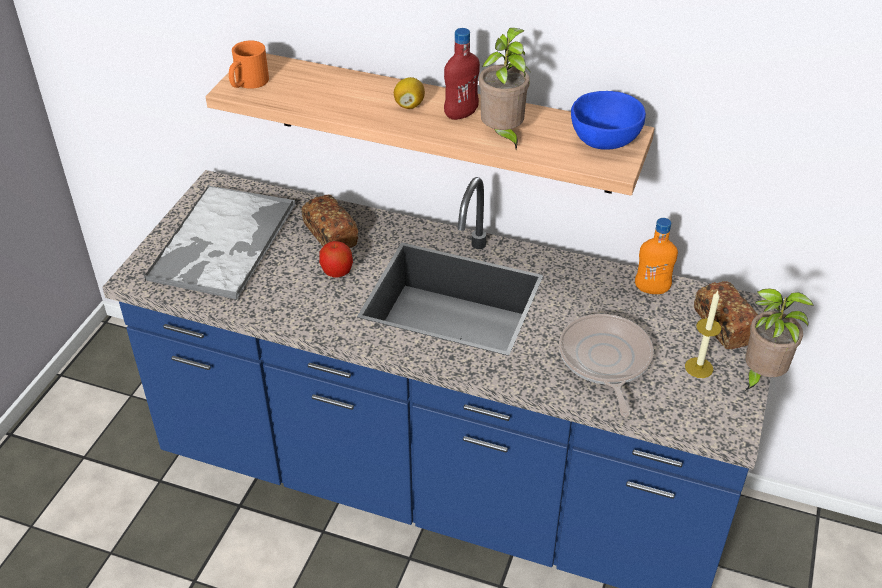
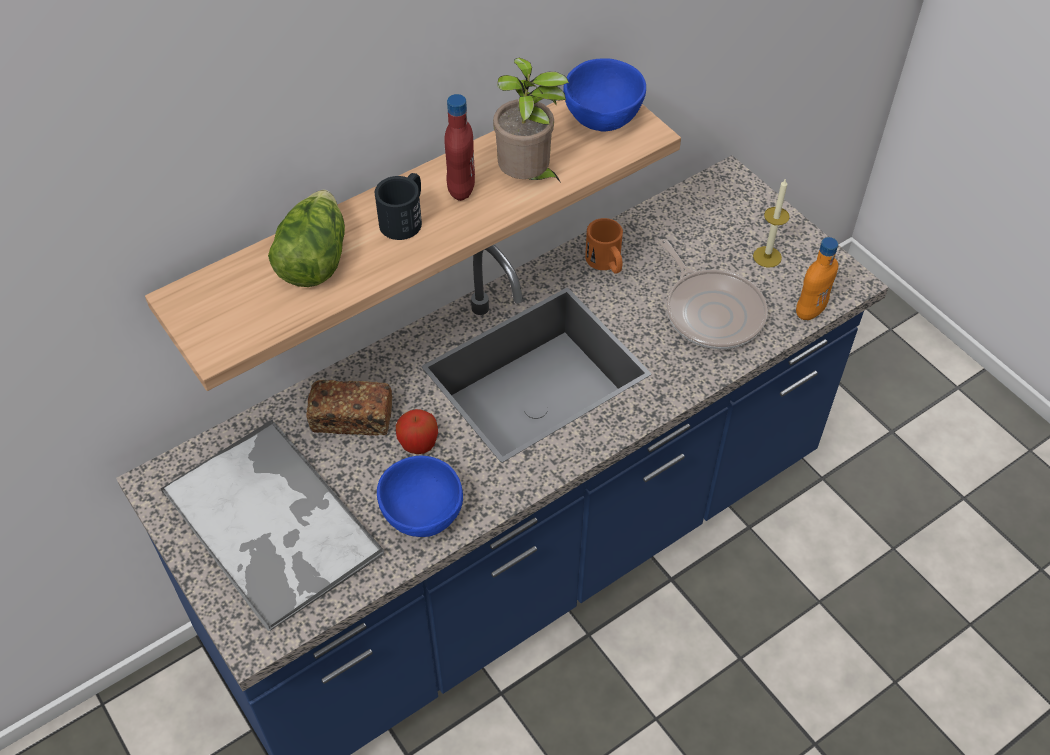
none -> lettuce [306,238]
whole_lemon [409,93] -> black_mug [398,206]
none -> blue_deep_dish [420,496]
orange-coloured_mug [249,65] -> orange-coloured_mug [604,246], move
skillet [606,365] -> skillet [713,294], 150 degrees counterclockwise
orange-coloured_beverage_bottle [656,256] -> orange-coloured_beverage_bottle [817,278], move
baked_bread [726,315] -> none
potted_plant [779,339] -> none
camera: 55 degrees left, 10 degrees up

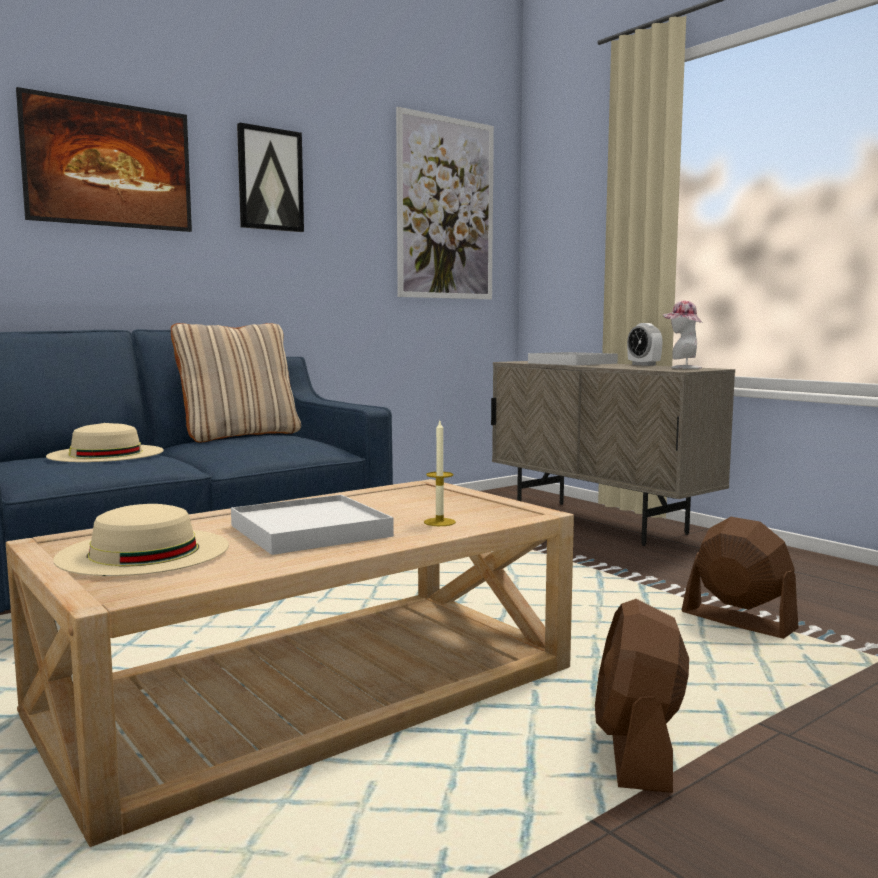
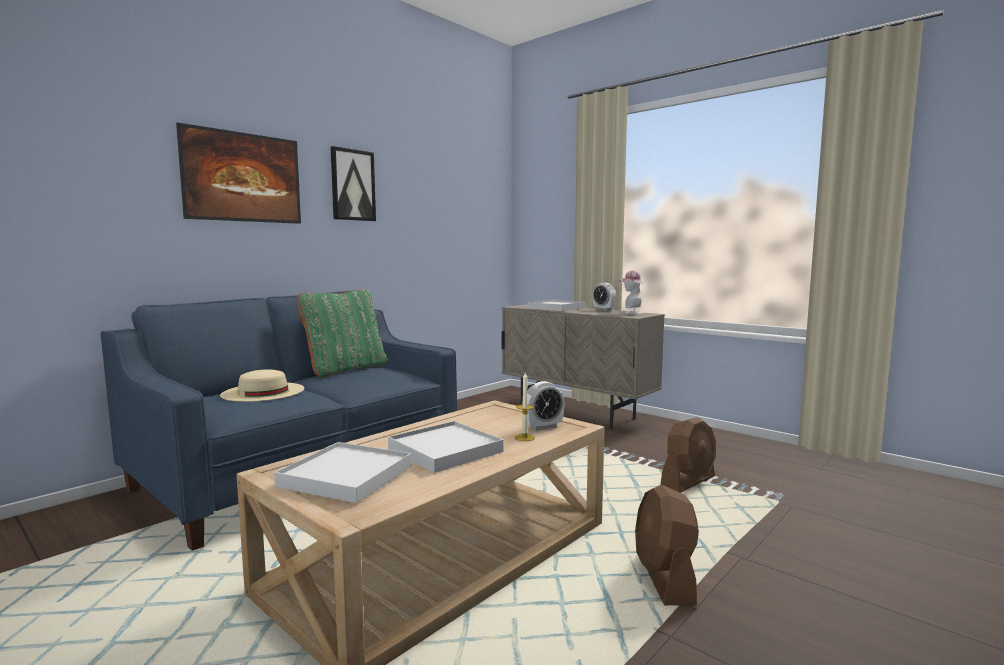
sand-coloured_clothing_hat [141,540] -> whitish_carrying_tray [343,472]
sand-coloured_cushion [236,383] -> green-coloured_cushion [342,333]
none -> table_clock [543,405]
brownish_cooling_fan [740,578] -> brownish_cooling_fan [688,455], 105 degrees clockwise
picture [445,203] -> none
camera: 10 degrees left, 0 degrees up

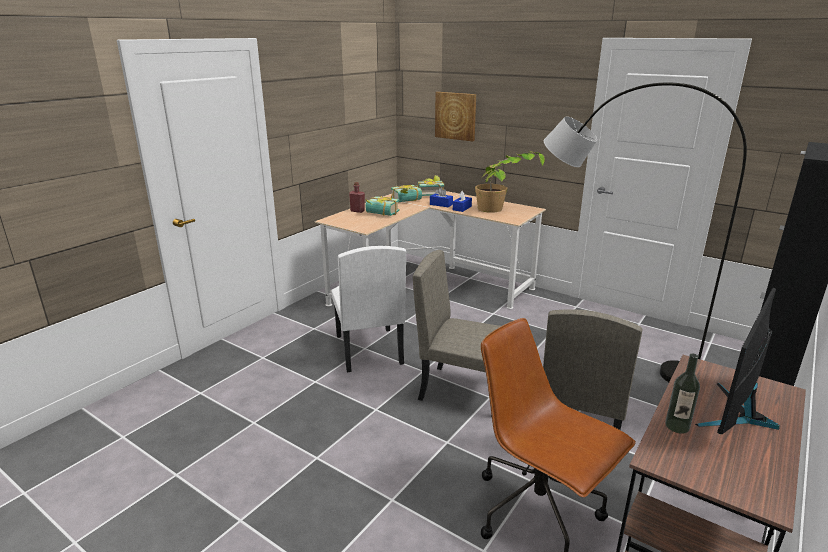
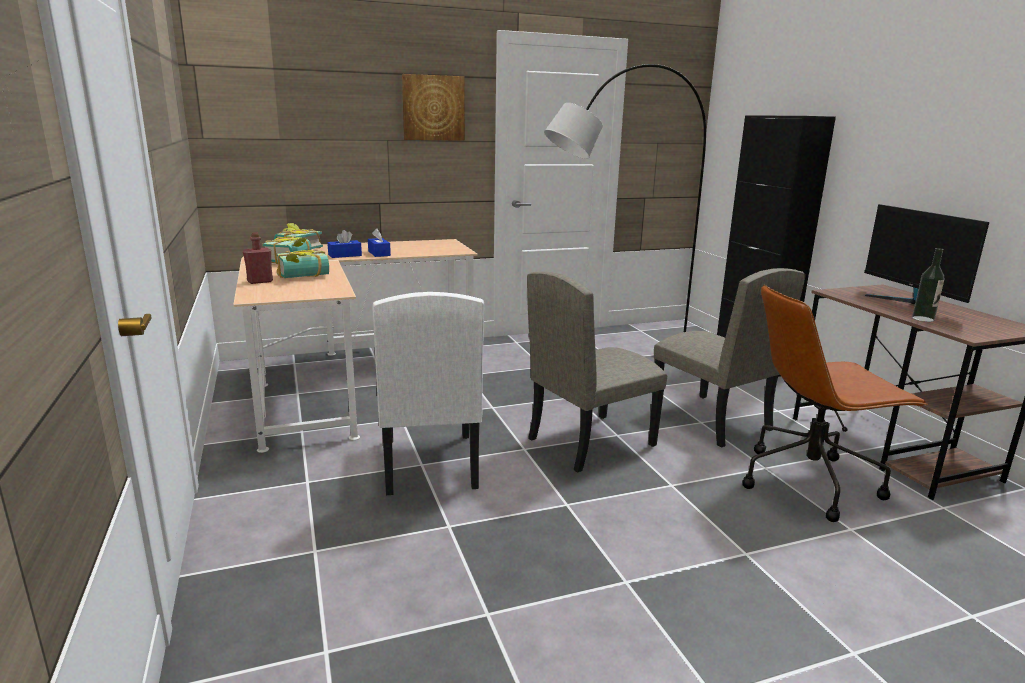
whitish_upright_chair [368,309] -> whitish_upright_chair [428,393], 60 degrees clockwise
picture [455,116] -> picture [433,107], move
potted_plant [510,182] -> none
camera: 55 degrees left, 5 degrees down

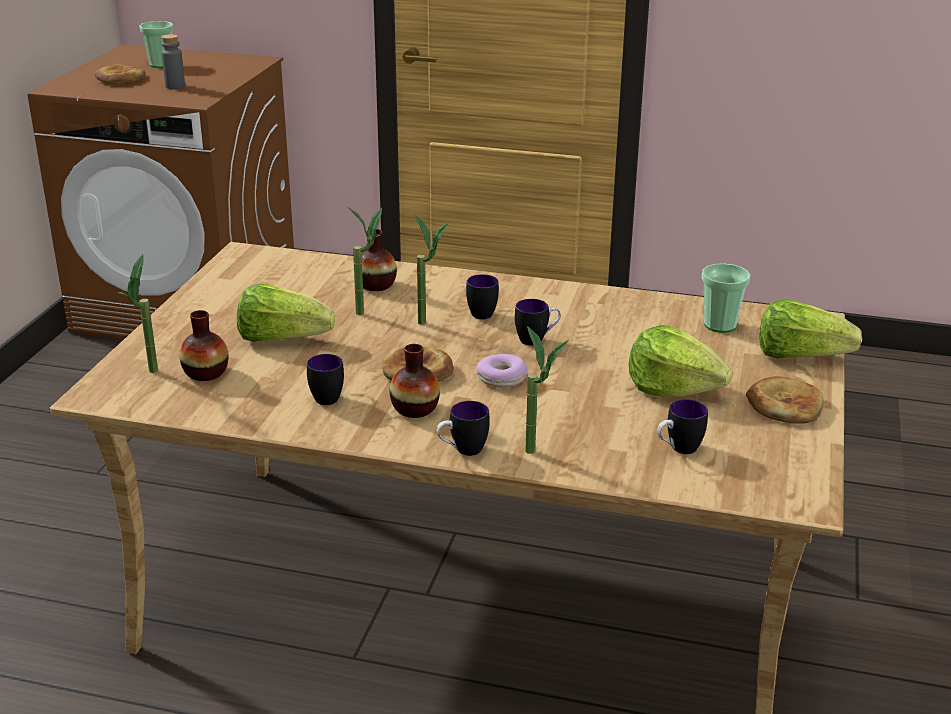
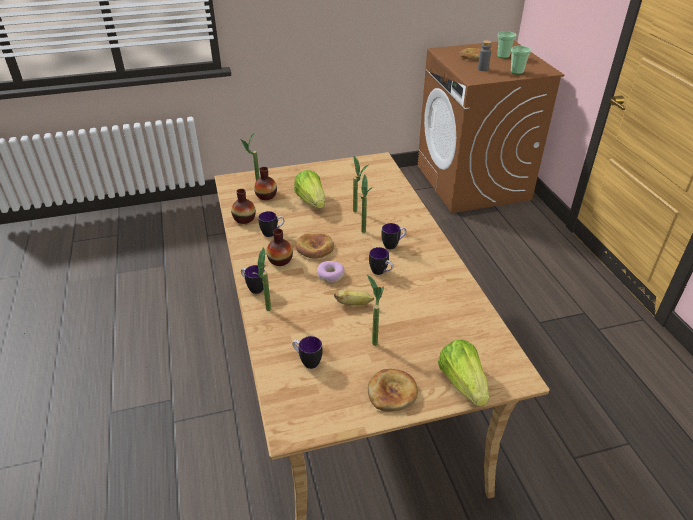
decorative_vase [379,260] -> decorative_vase [243,206], move
none -> banana_fruit [354,297]
lettuce [680,361] -> potted_plant [375,310]
cup [726,298] -> cup [521,60], move
camera: 60 degrees right, 10 degrees up

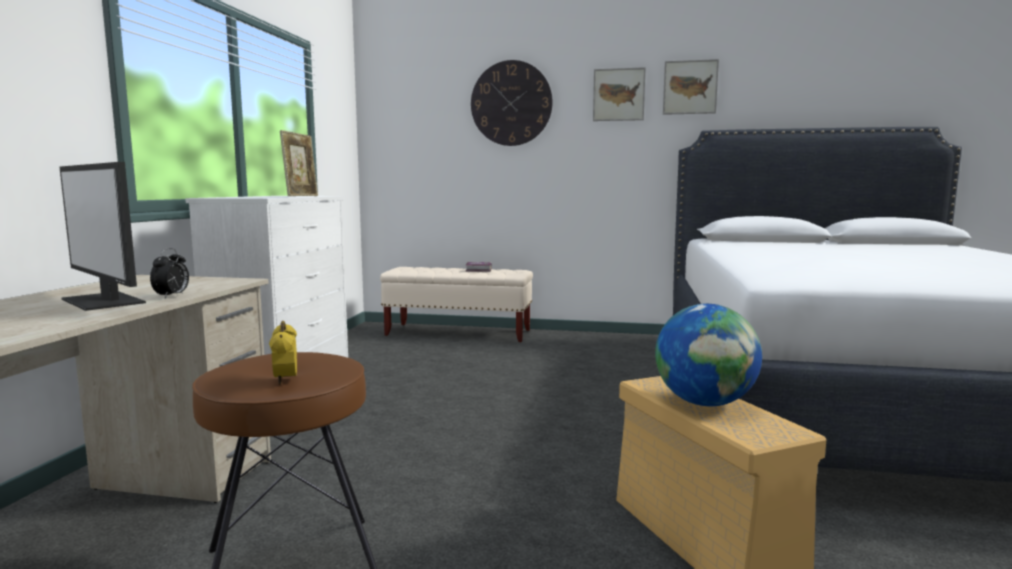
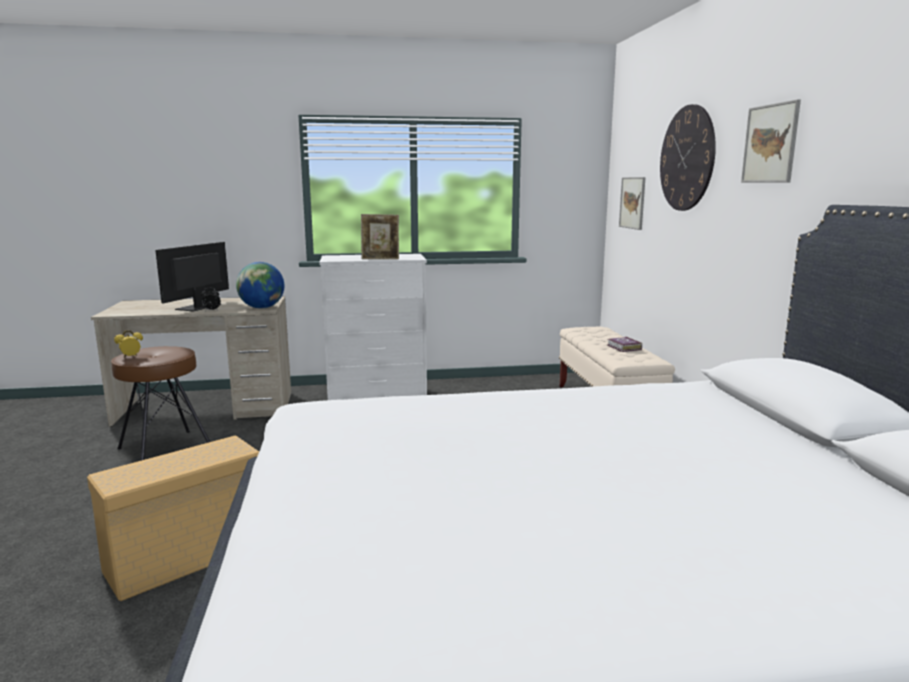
globe [708,355] -> globe [260,285], move
picture [691,87] -> picture [632,203], move
camera: 70 degrees right, 5 degrees up

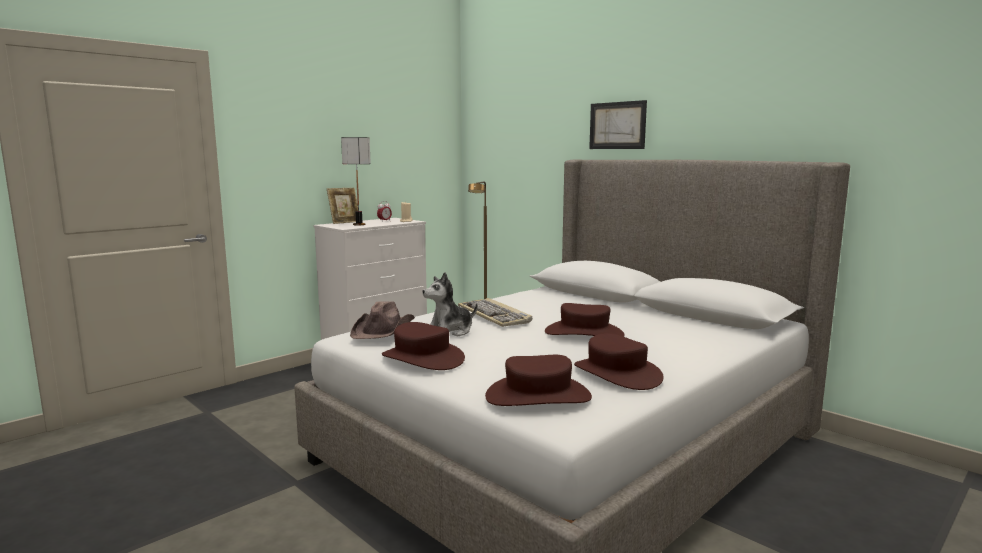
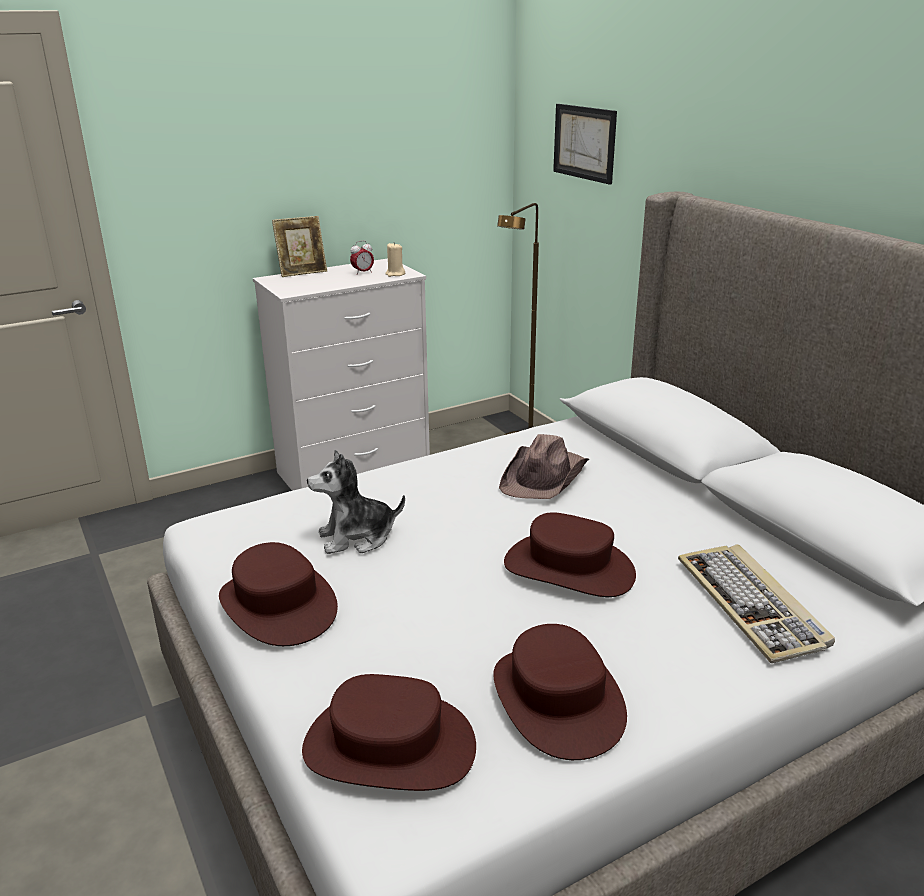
brownish_clothing_hat [382,320] -> brownish_clothing_hat [544,466], move
picture [618,124] -> picture [585,144], move
computer_keyboard [495,312] -> computer_keyboard [756,603], move
table_lamp [356,181] -> none
camera: 15 degrees right, 15 degrees up

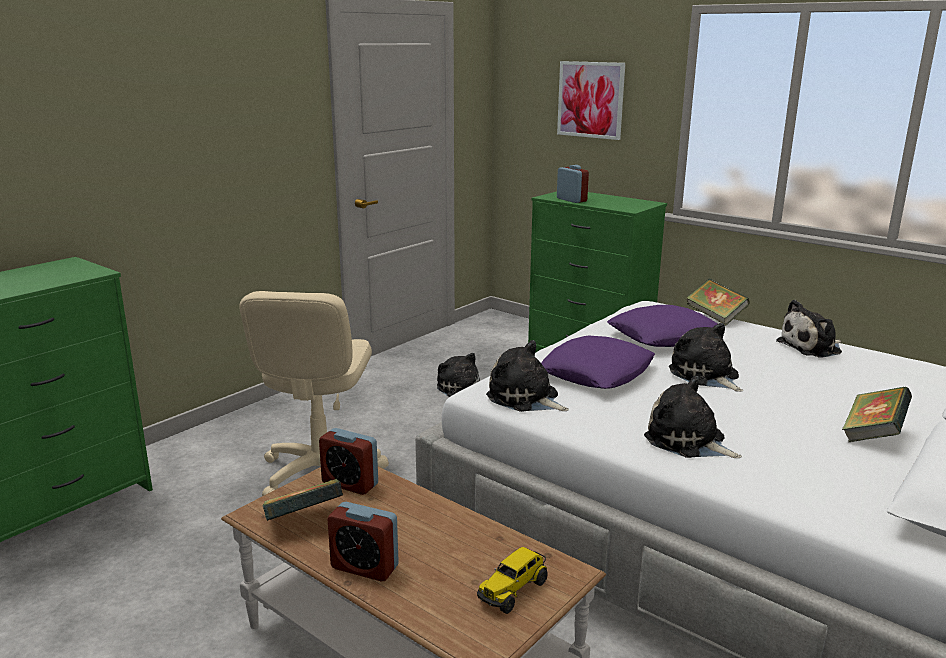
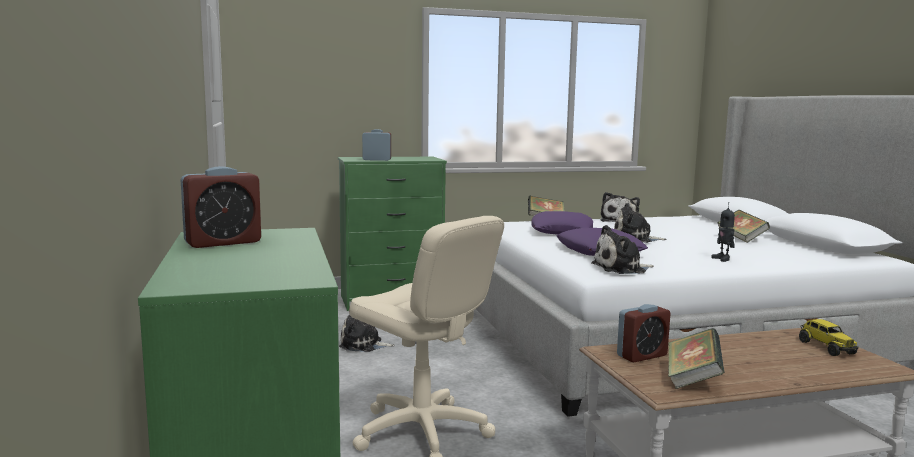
table_clock [363,542] -> table_clock [221,207], move
soft_toy [693,417] -> toy_robot [723,232]
picture [591,100] -> none
camera: 55 degrees left, 10 degrees down

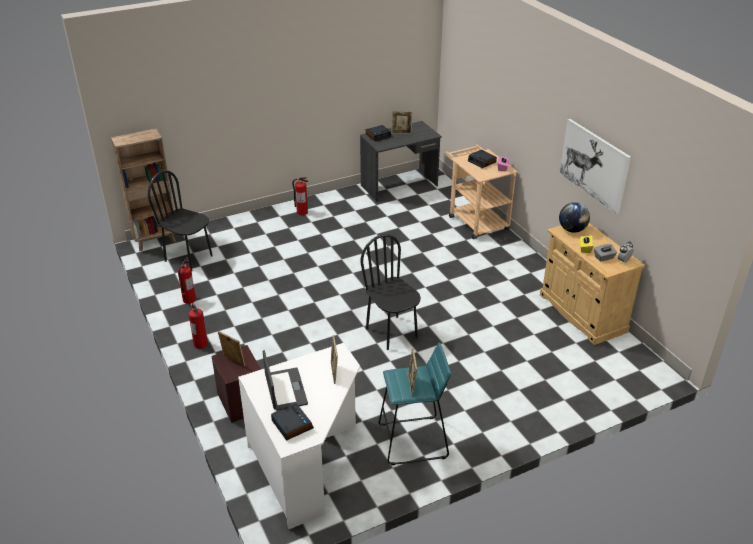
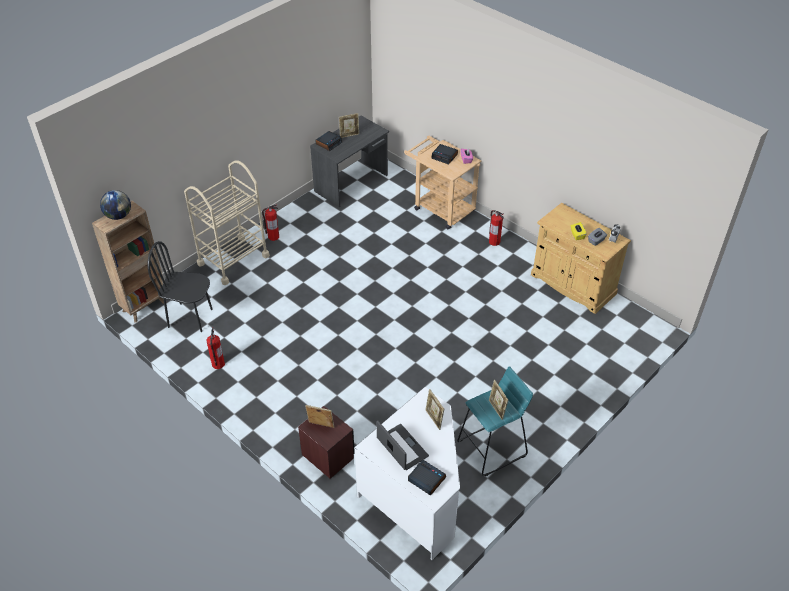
globe [574,217] -> globe [115,205], move
none -> sand-coloured_cart [227,222]
fire-fighting_cylinder [198,326] -> fire-fighting_cylinder [496,228], move
black_upright_chair [390,292] -> none
picture [595,166] -> none
camera: 20 degrees left, 10 degrees up

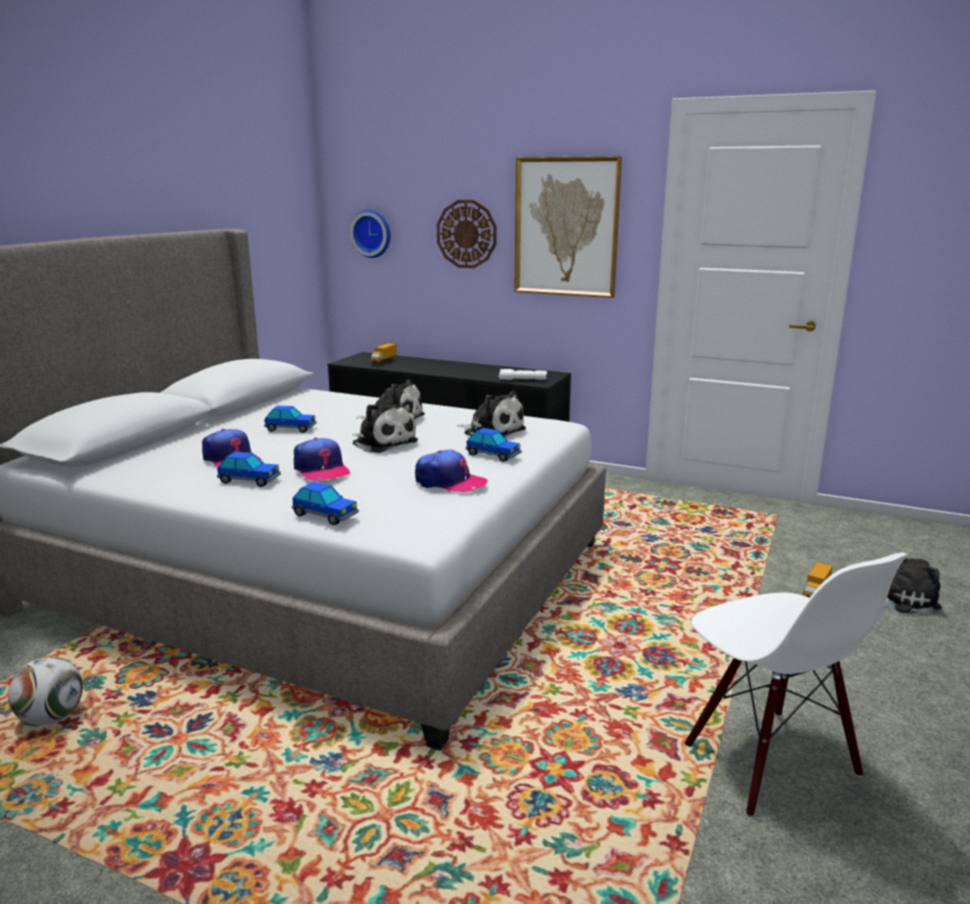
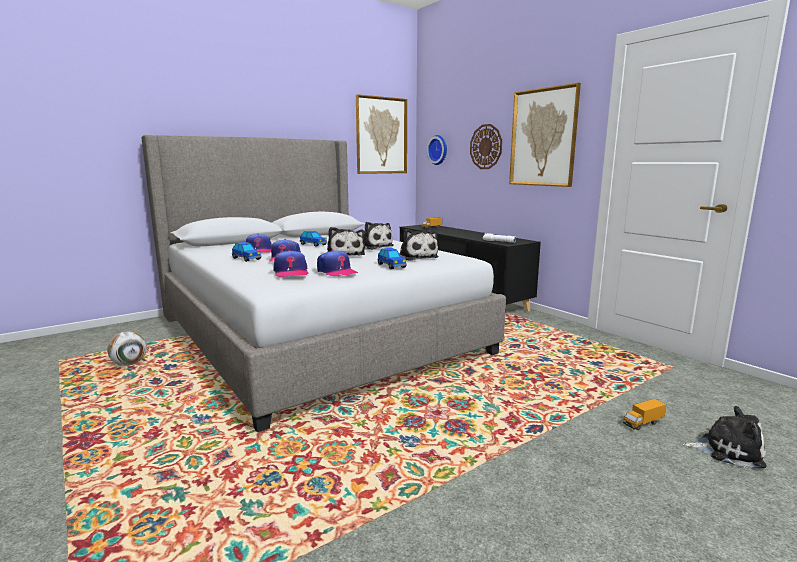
none -> baseball_cap [291,263]
none -> picture [381,134]
model_car [325,503] -> none
whitish_upright_chair [796,684] -> none
camera: 30 degrees right, 5 degrees down

